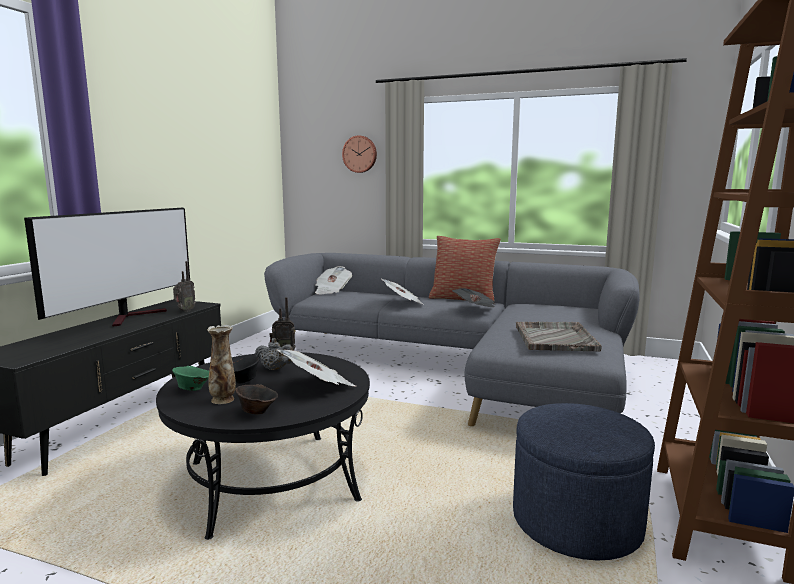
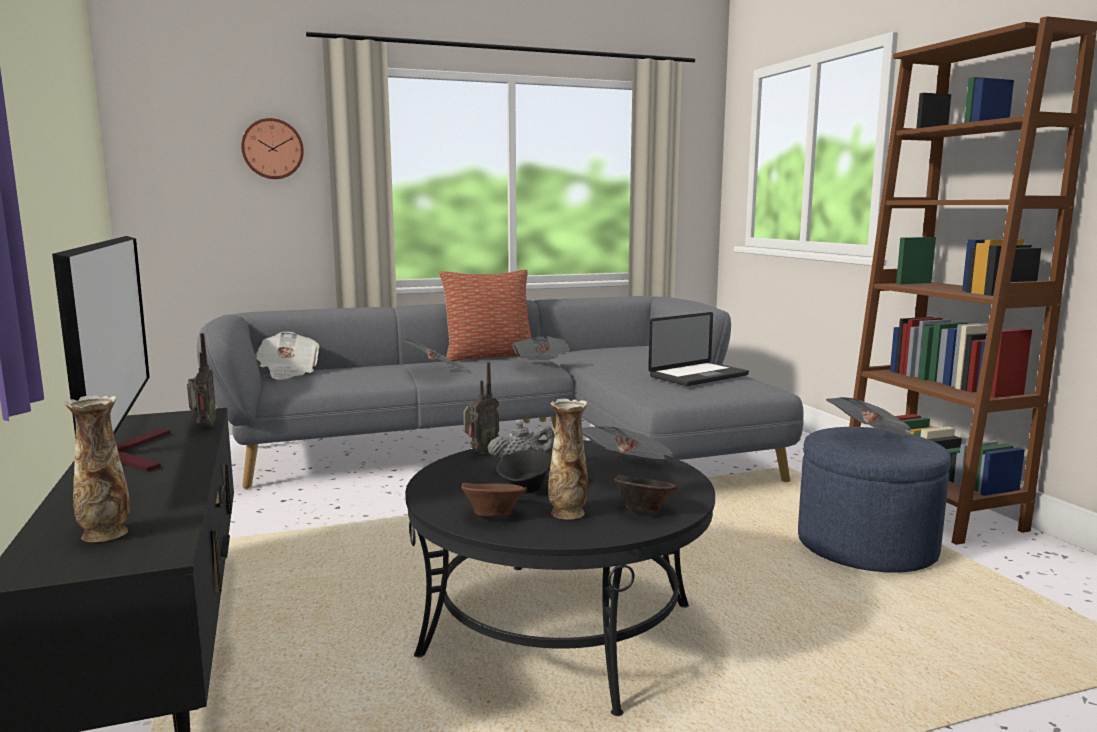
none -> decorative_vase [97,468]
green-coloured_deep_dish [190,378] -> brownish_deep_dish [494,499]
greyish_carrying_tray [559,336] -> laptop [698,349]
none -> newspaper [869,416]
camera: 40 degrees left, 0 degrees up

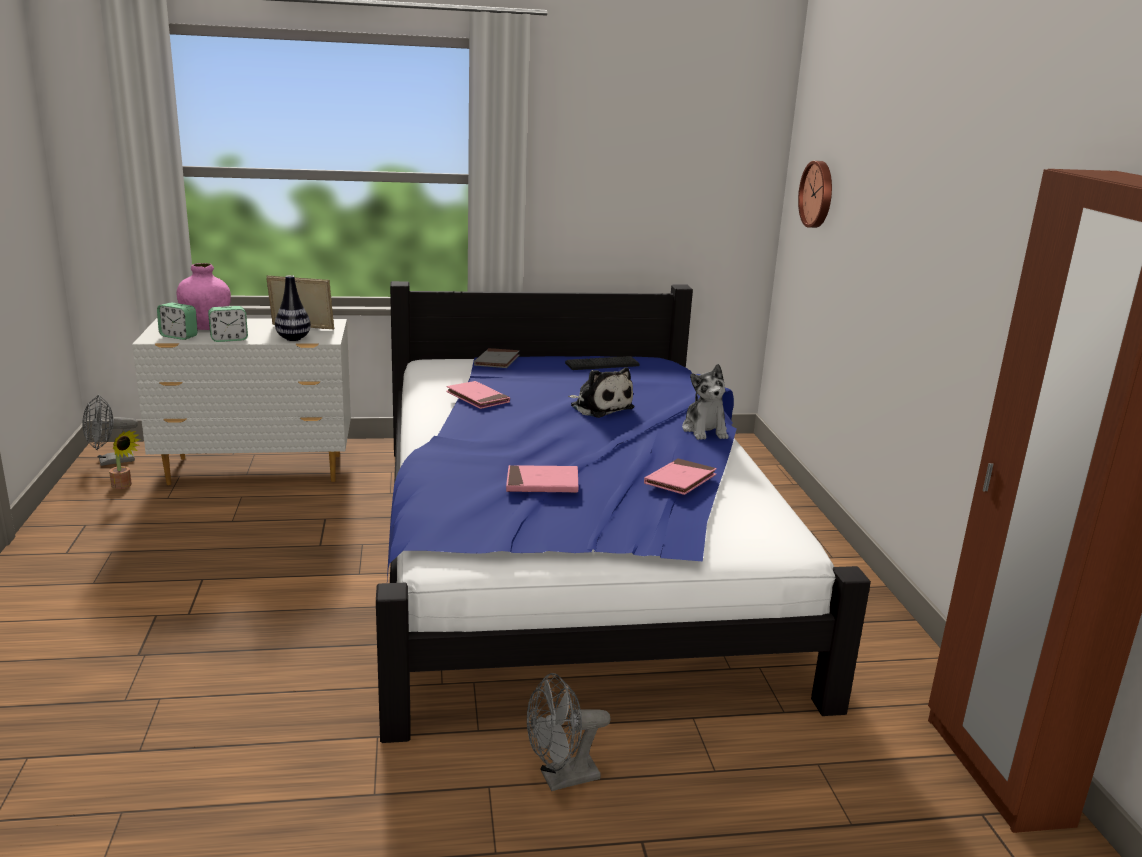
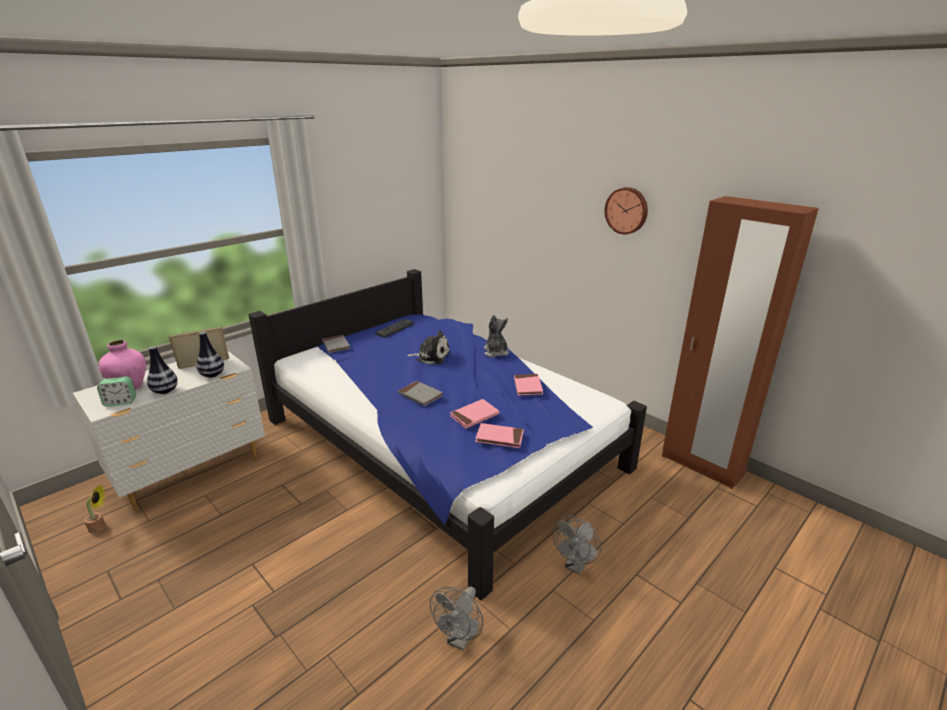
table_clock [228,324] -> decorative_vase [162,370]
none -> greyish_bound_book [420,393]
greyish_cooling_fan [110,430] -> greyish_cooling_fan [456,619], move
pink_bound_book [478,395] -> pink_bound_book [499,435], move
soft_toy [705,402] -> soft_toy [496,336], 150 degrees counterclockwise
wall_clock [815,194] -> wall_clock [626,210], move
camera: 35 degrees left, 5 degrees up

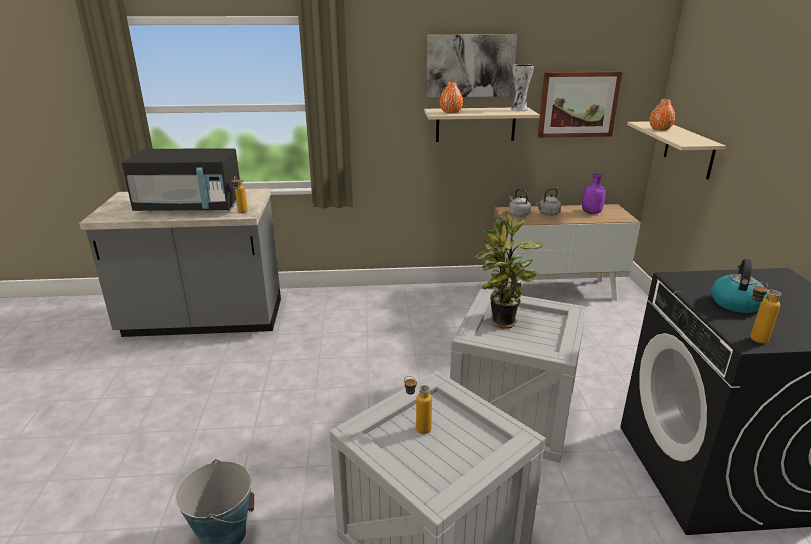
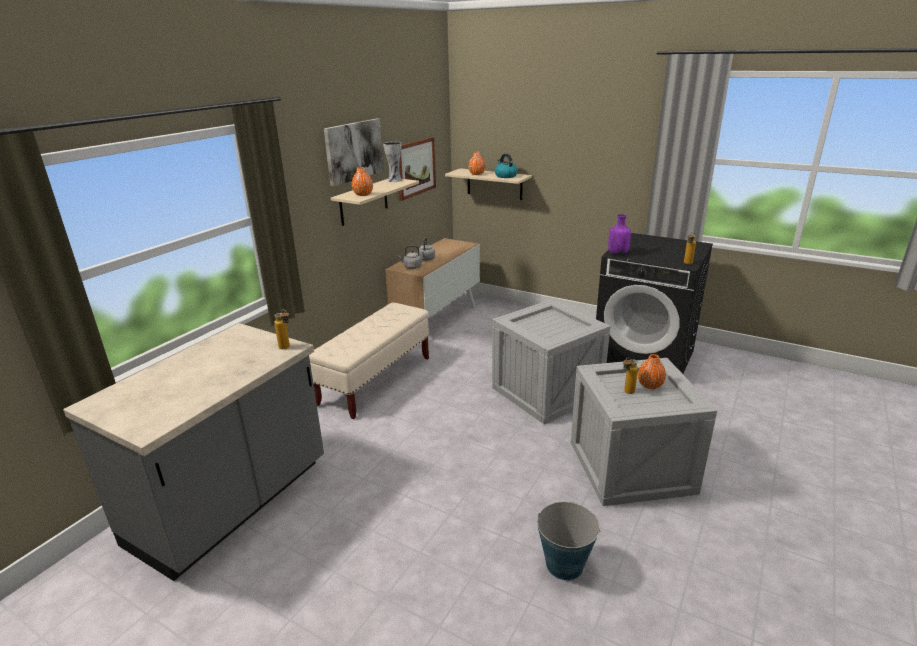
none -> sand-coloured_bench [369,361]
tea_kettle [739,286] -> tea_kettle [506,166], move
purplish_beverage_bottle [594,193] -> purplish_beverage_bottle [619,234], move
none -> orange-coloured_decorative_vase [652,371]
black_microwave_oven [181,180] -> none
potted_plant [509,269] -> none
camera: 55 degrees left, 0 degrees up

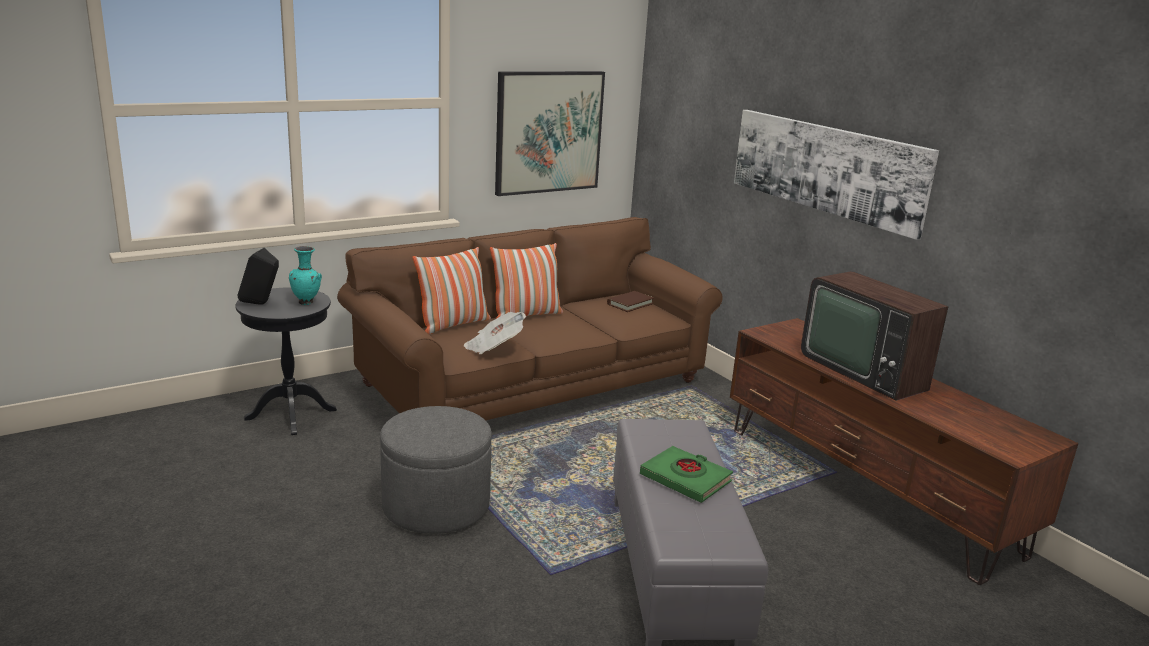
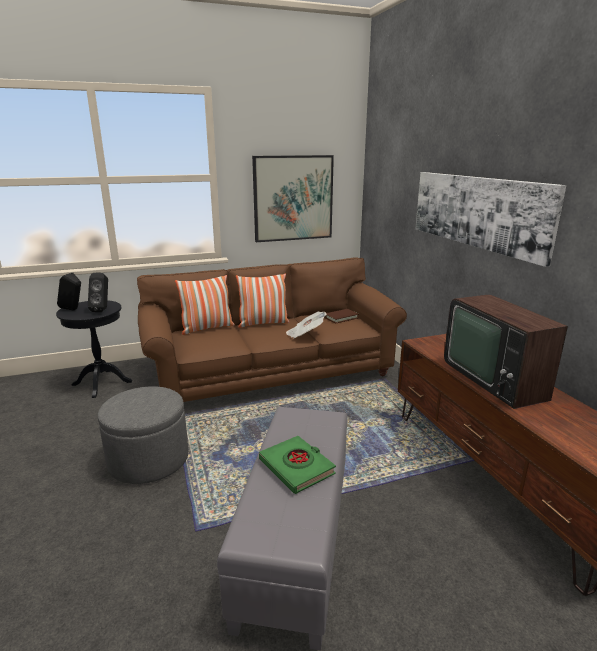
blue-green_decorative_vase [305,275] -> black_loudspeaker [98,292]
newspaper [495,333] -> newspaper [306,325], move
camera: 15 degrees right, 0 degrees up

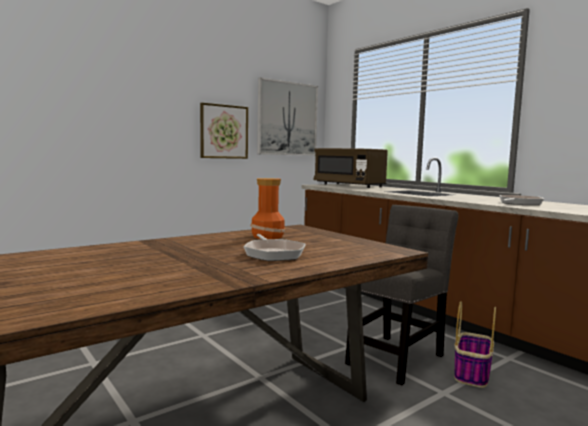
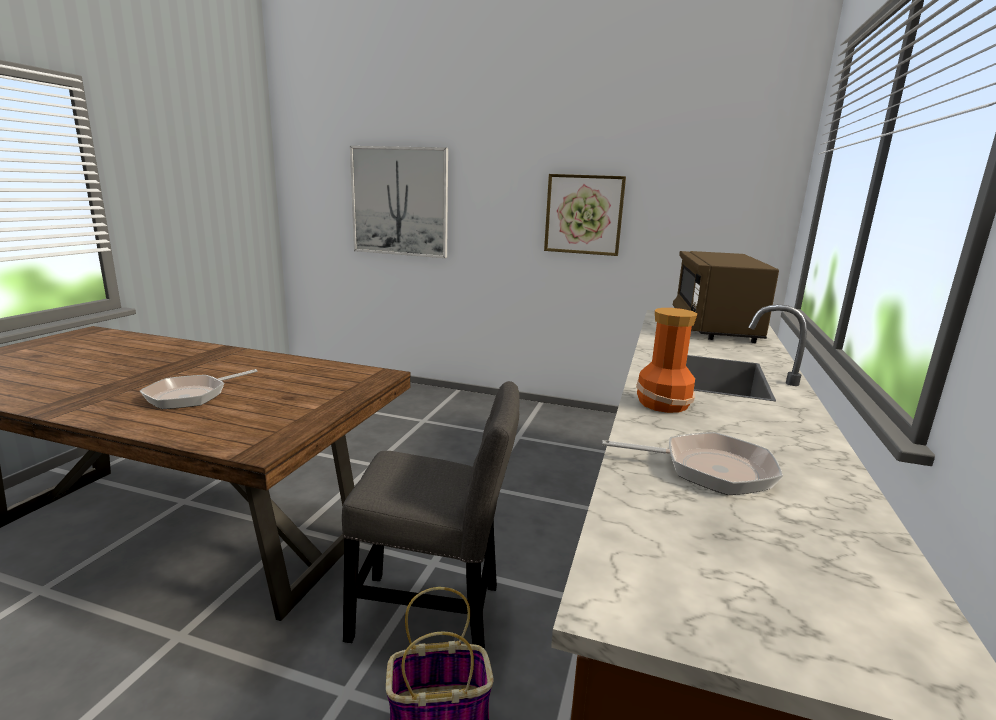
picture [287,116] -> picture [399,202], move
decorative_vase [268,208] -> decorative_vase [667,360], move
camera: 55 degrees right, 10 degrees up

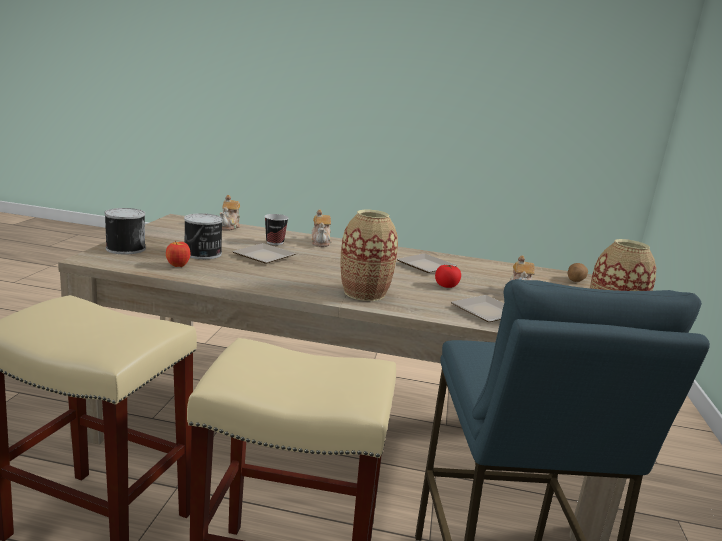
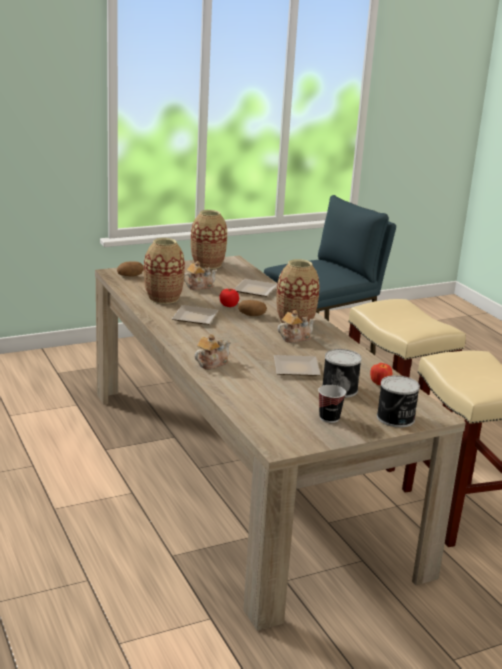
none -> decorative_vase [164,271]
none -> spud [252,308]
teapot [230,213] -> teapot [296,326], move
cup [276,229] -> cup [332,404], move
camera: 125 degrees left, 5 degrees up

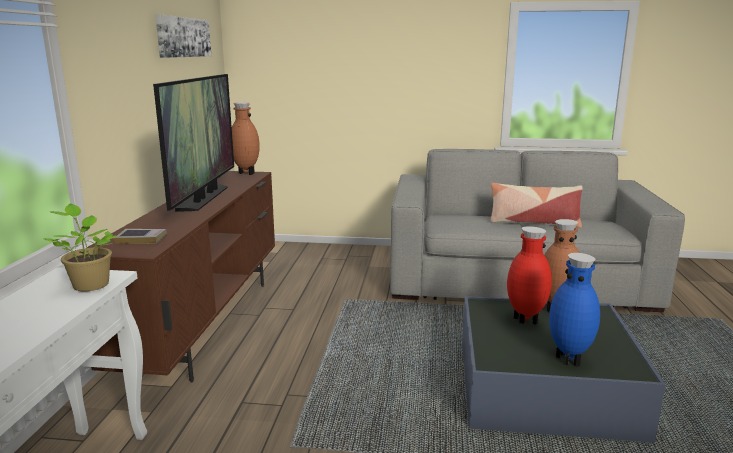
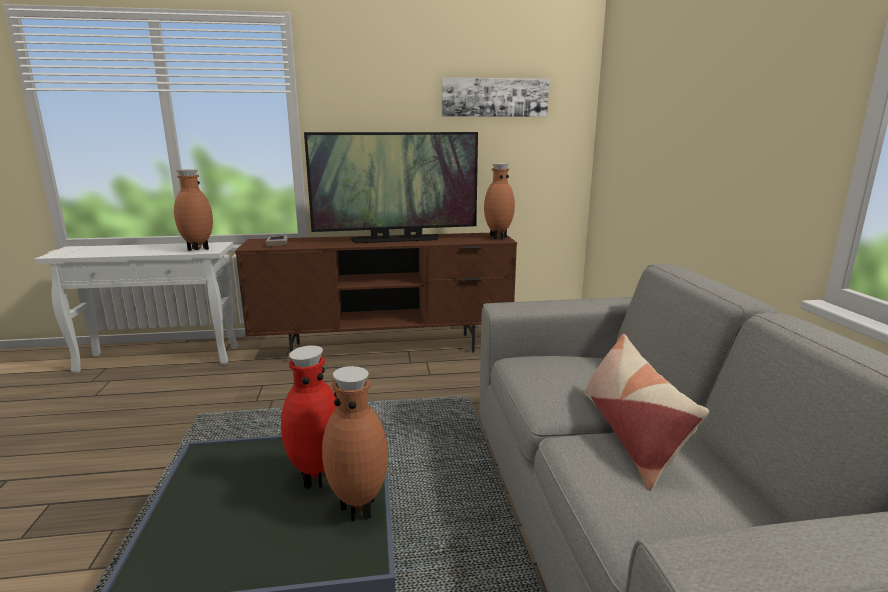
potted_plant [79,247] -> brownish_decorative_vase [193,210]
blue_decorative_vase [574,310] -> none
camera: 75 degrees right, 0 degrees up

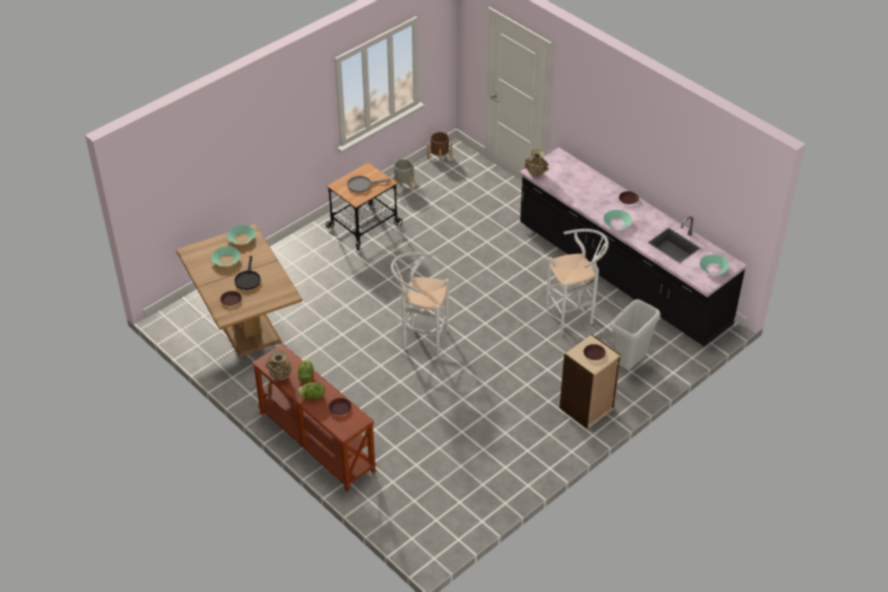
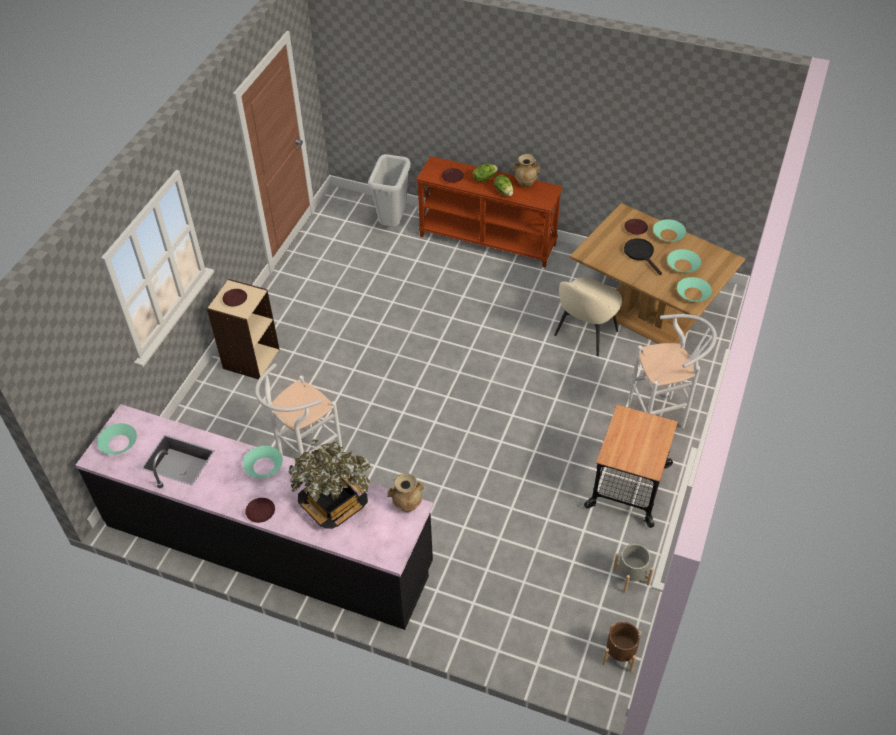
none -> potted_plant [330,484]
greyish_waste_bin [636,334] -> greyish_waste_bin [389,190], move
none -> sand-coloured_upright_chair [588,316]
whitish_sitting_stool [420,305] -> whitish_sitting_stool [672,371], move
none -> blue-green_deep_dish [669,230]
greyish_skillet [369,184] -> none
camera: 155 degrees right, 5 degrees up

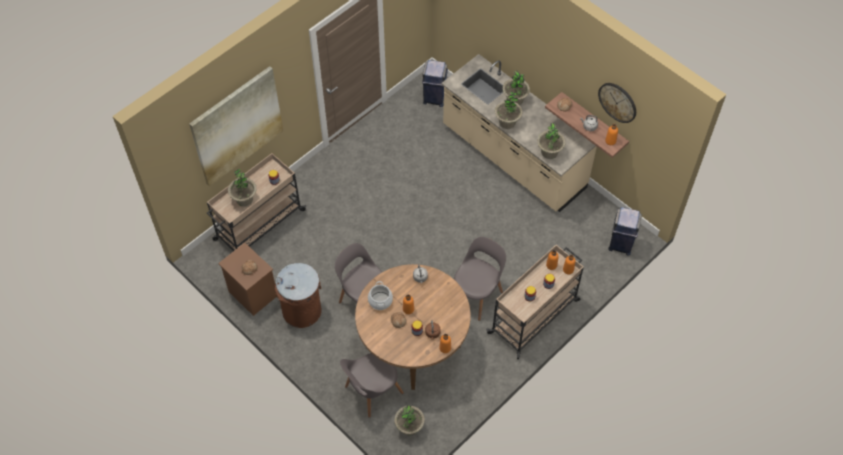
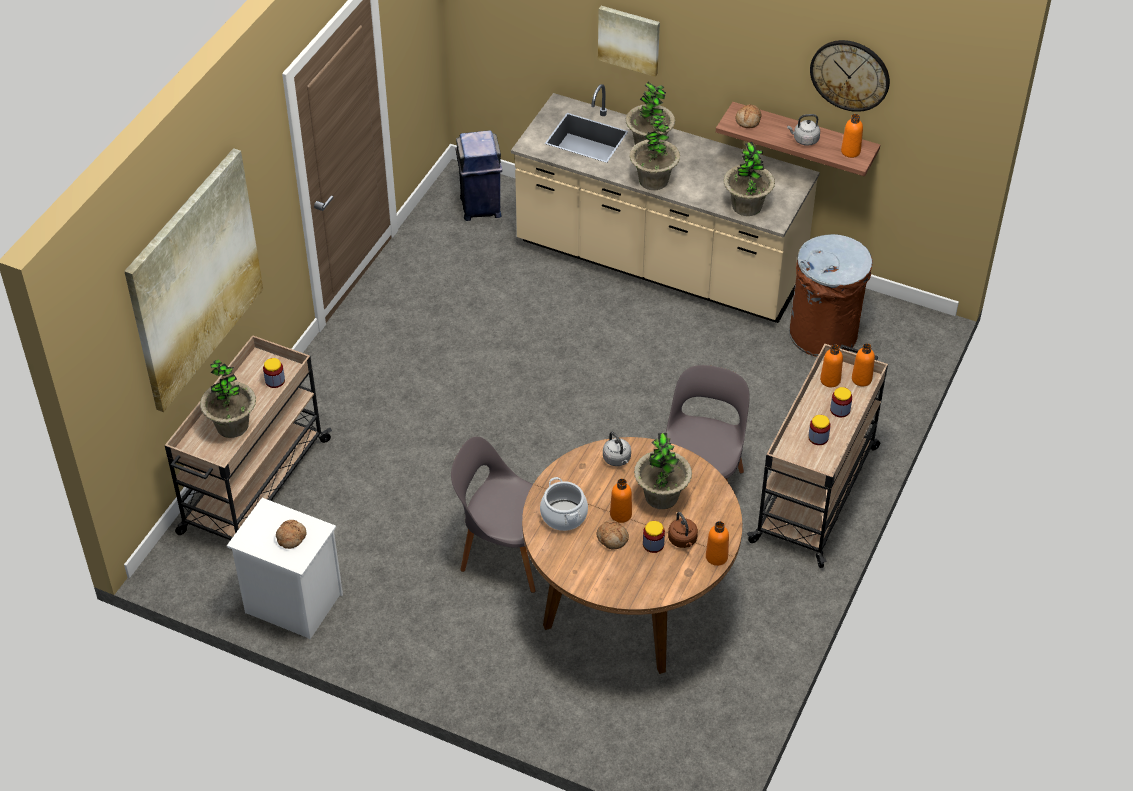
brownish_bedside_table [248,279] -> whitish_bedside_table [285,568]
none -> picture [629,41]
potted_plant [409,420] -> potted_plant [663,471], move
brownish_waste_bin [298,295] -> brownish_waste_bin [831,295], move
greyish_upright_chair [372,385] -> none
blue_waste_bin [625,231] -> none
camera: 20 degrees left, 10 degrees down

